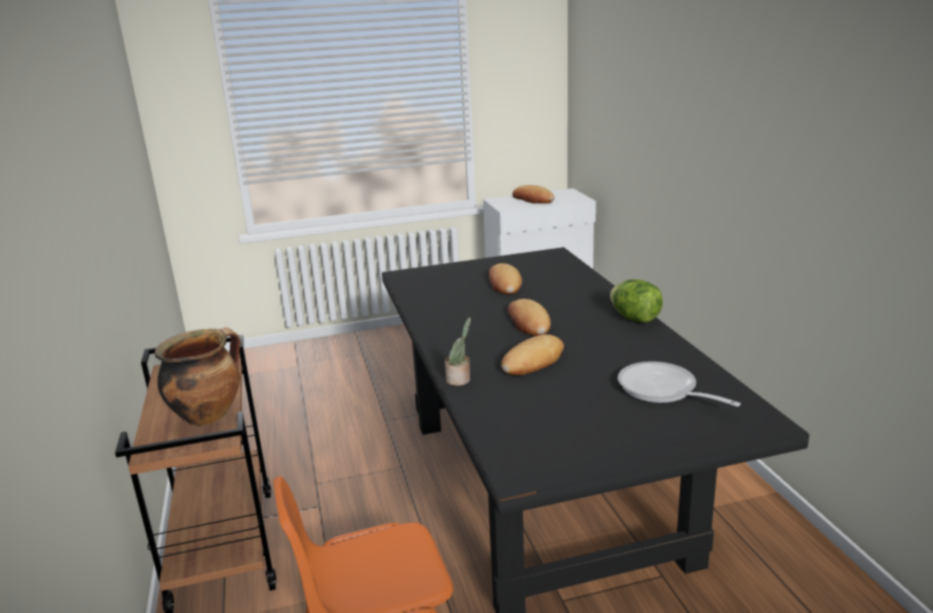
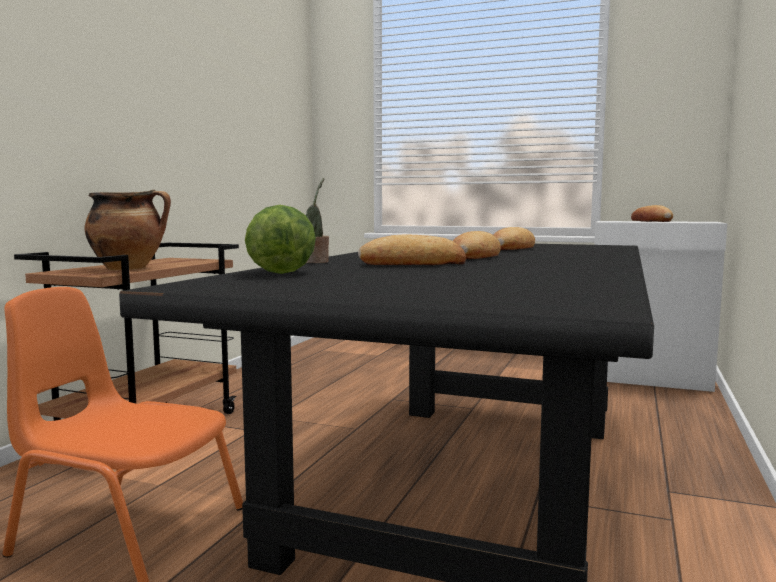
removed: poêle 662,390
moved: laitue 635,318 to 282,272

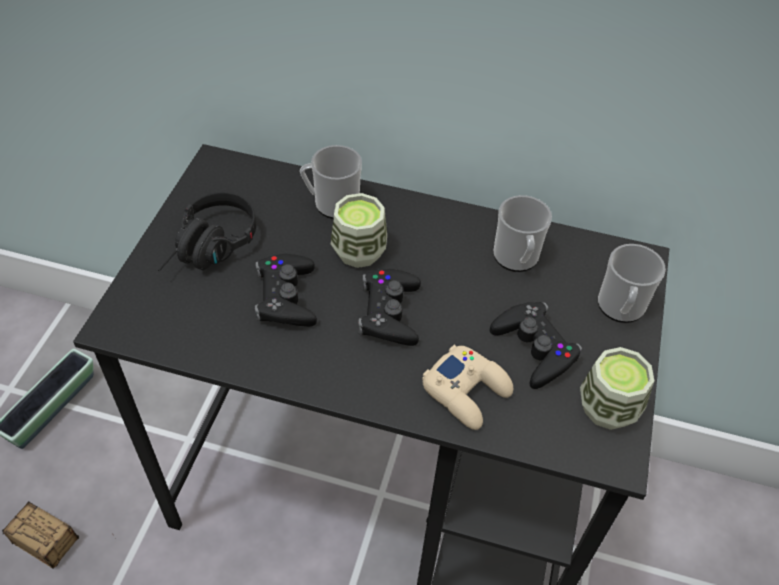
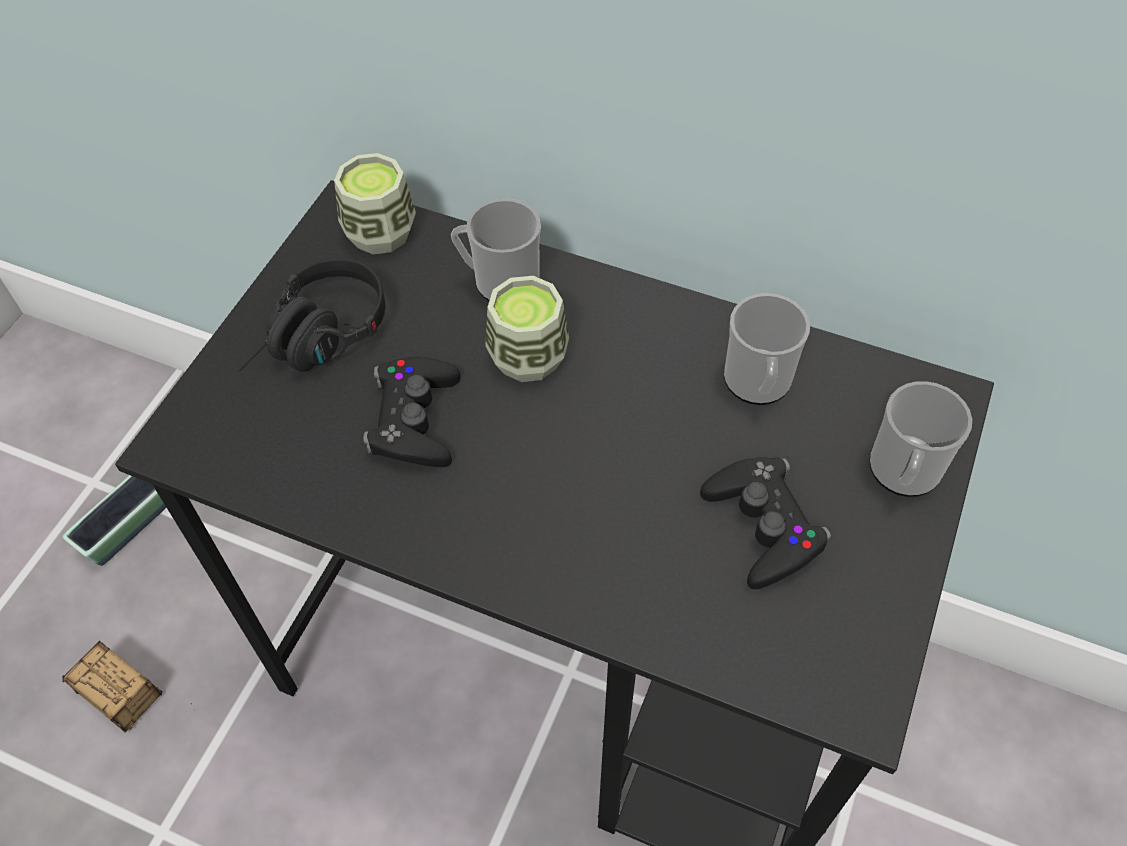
removed: manette [noir] 389,313; manette [beige] 467,391
moved: tasse 607,407 to 380,233

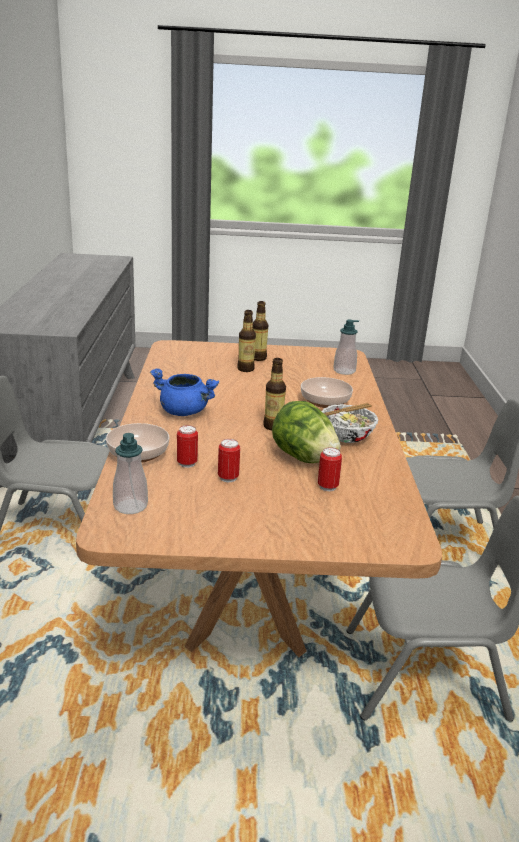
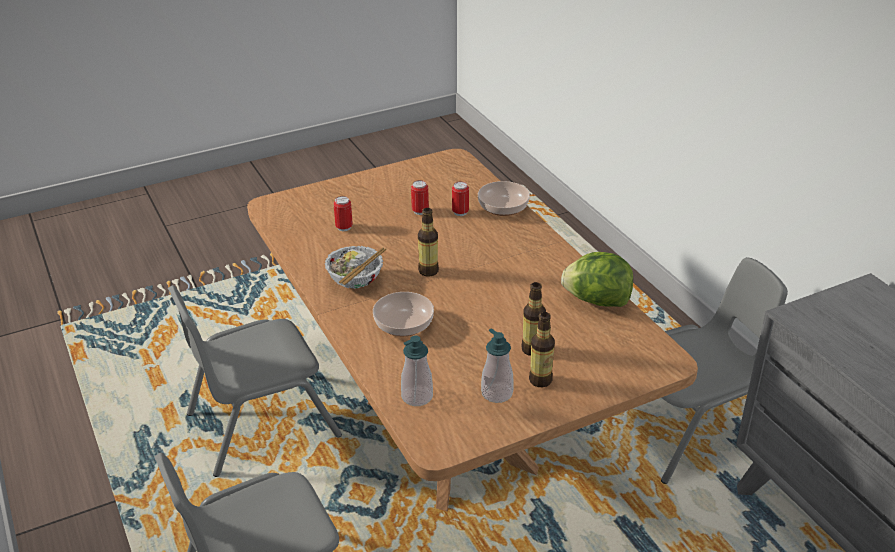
removed: marmite [bleu] 184,411
moved: laitue 303,458 to 597,301; distributeur de savon 130,506 to 497,393

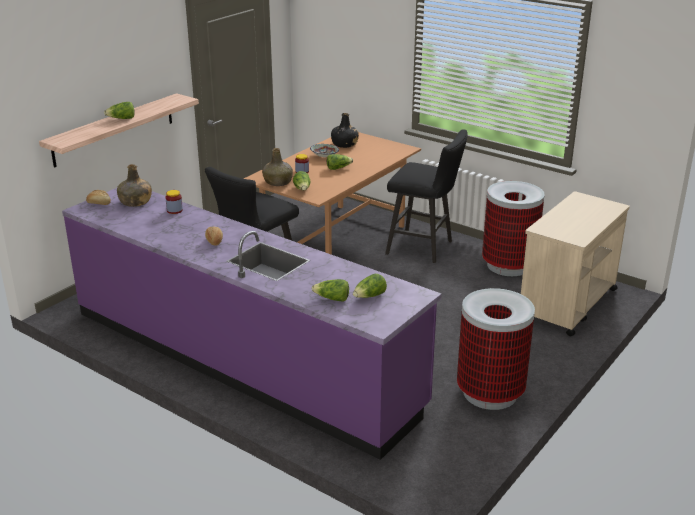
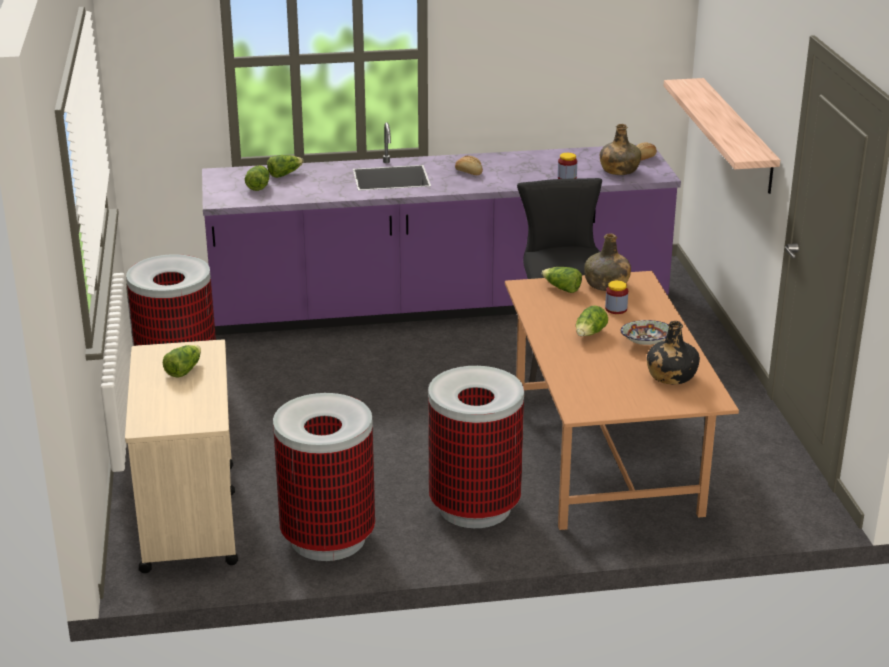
moved: laitue 122,119 to 183,370
replaced: tabouret [noir] 424,248 to poubelle 474,506

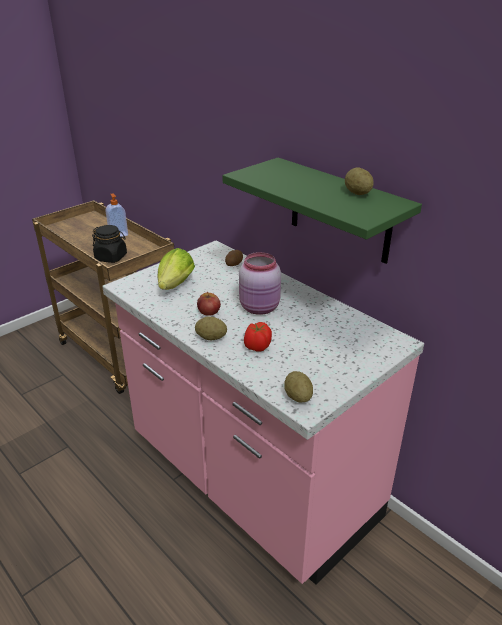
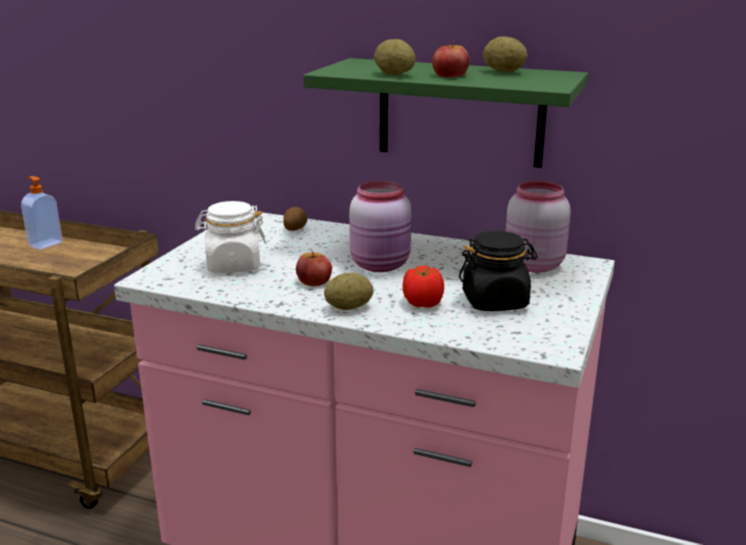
added: pomme 450,75; bocal [rose] 532,264
moved: bocal [noir] 111,257 to 495,301; pomme de terre 298,397 to 394,74
replaced: laitue 174,286 to bocal [blanc] 233,265

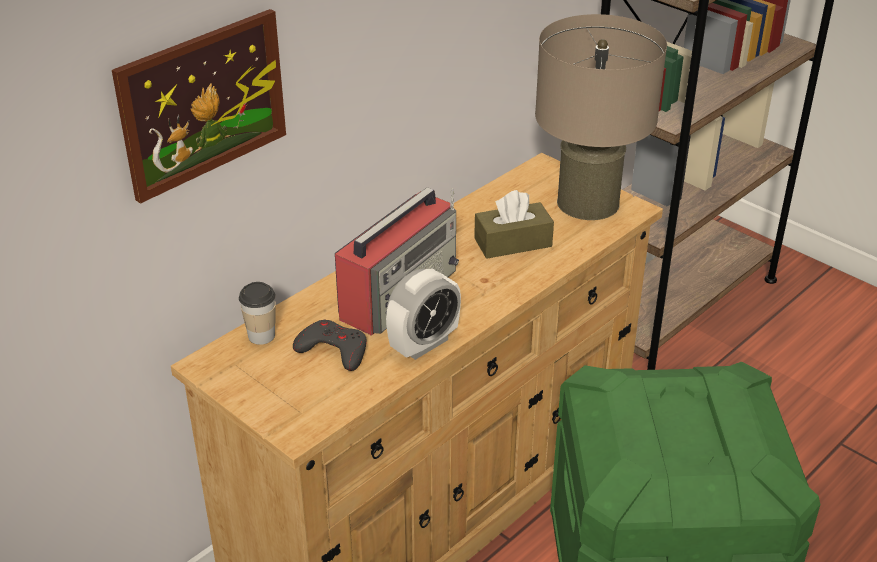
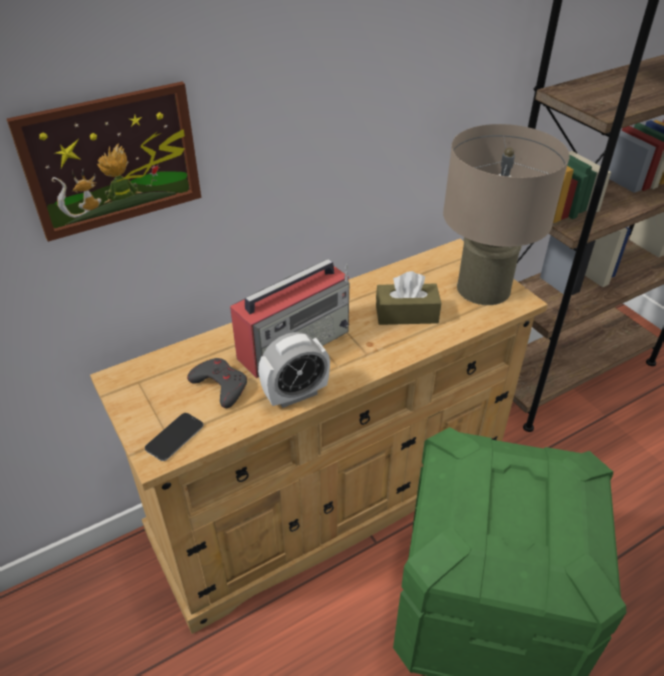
removed: tasse 261,335
added: téléphone 175,437

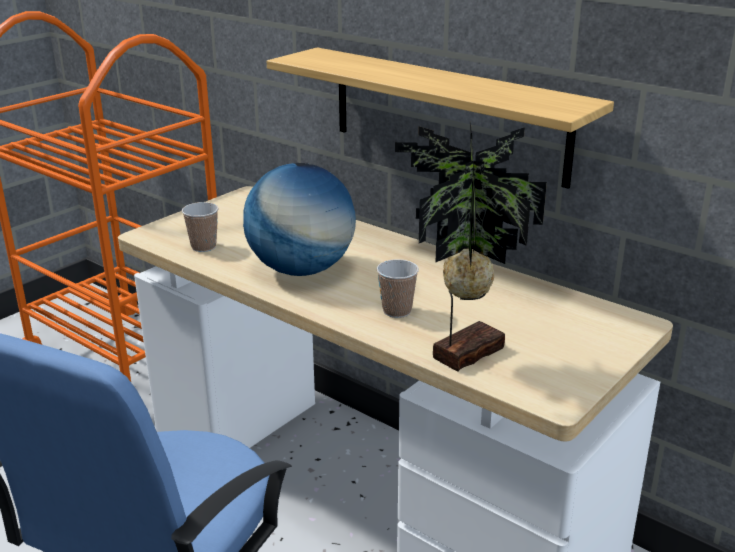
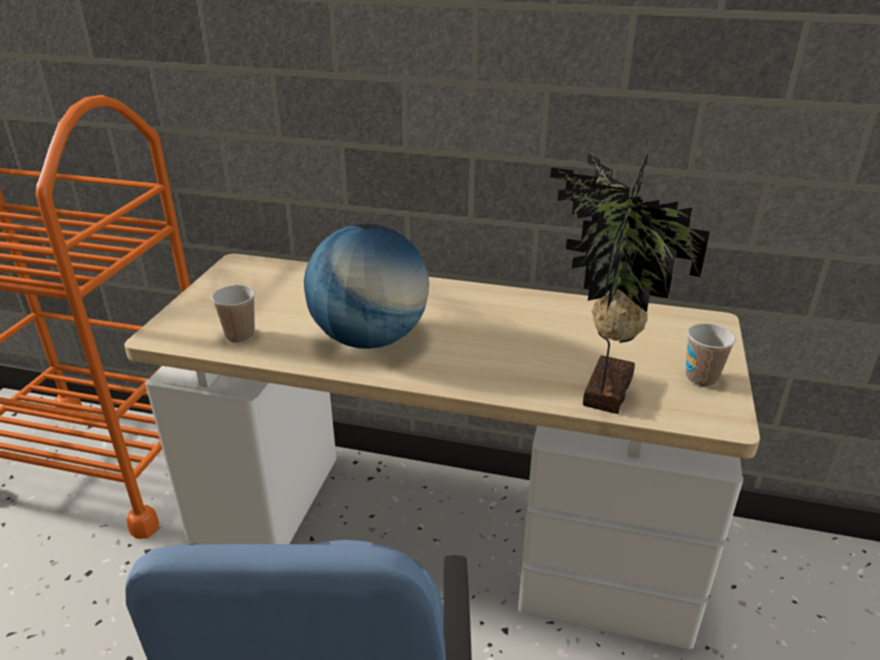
removed: étagère 447,114
moved: tasse 397,311 to 701,378

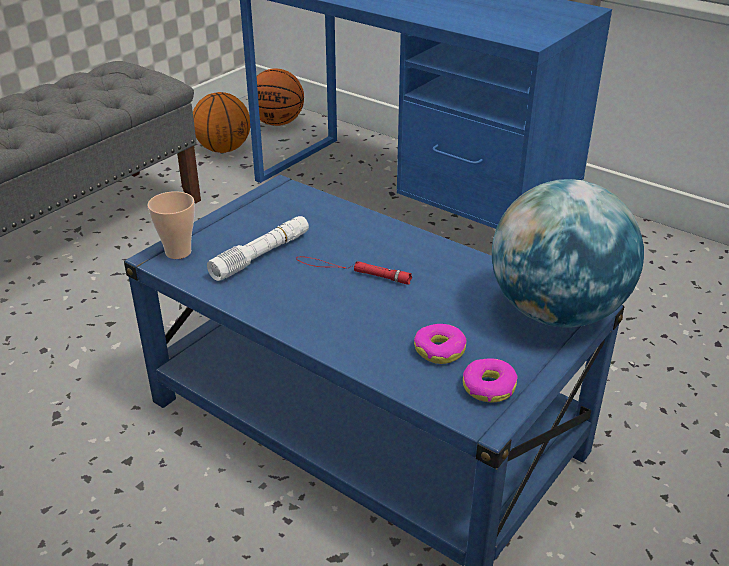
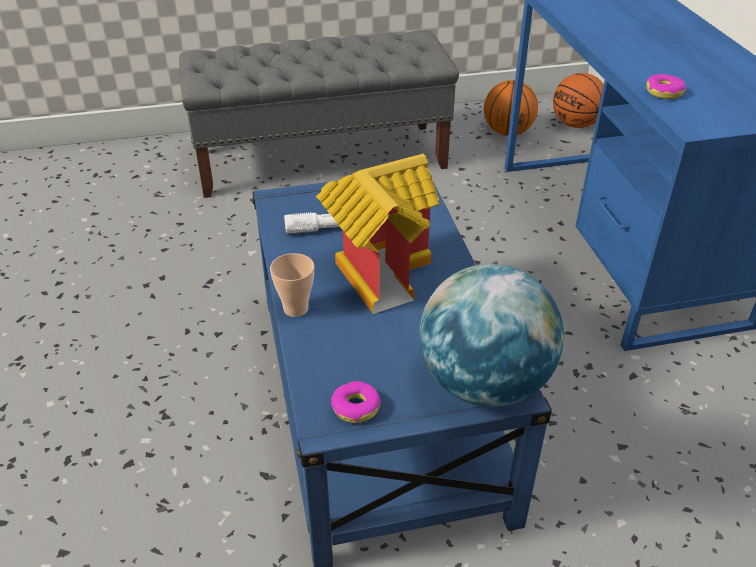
moved: tasse 178,252 to 296,309; beignet 440,350 to 664,92
replaced: lampe de poche [rouge] 352,271 to maison miniature 379,270

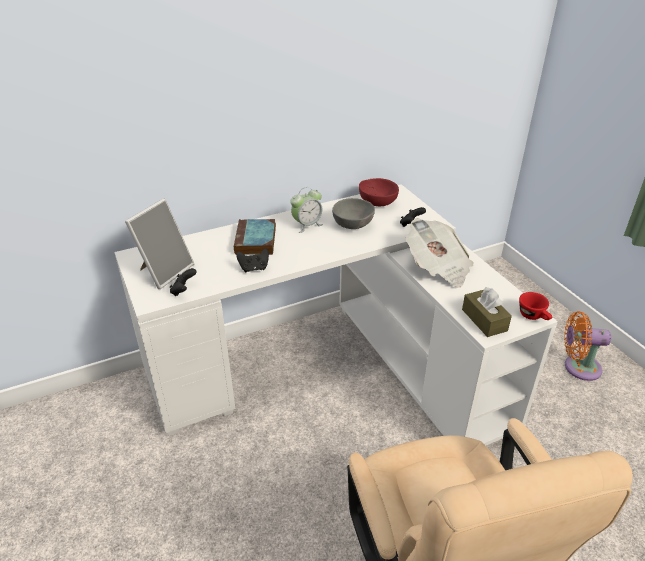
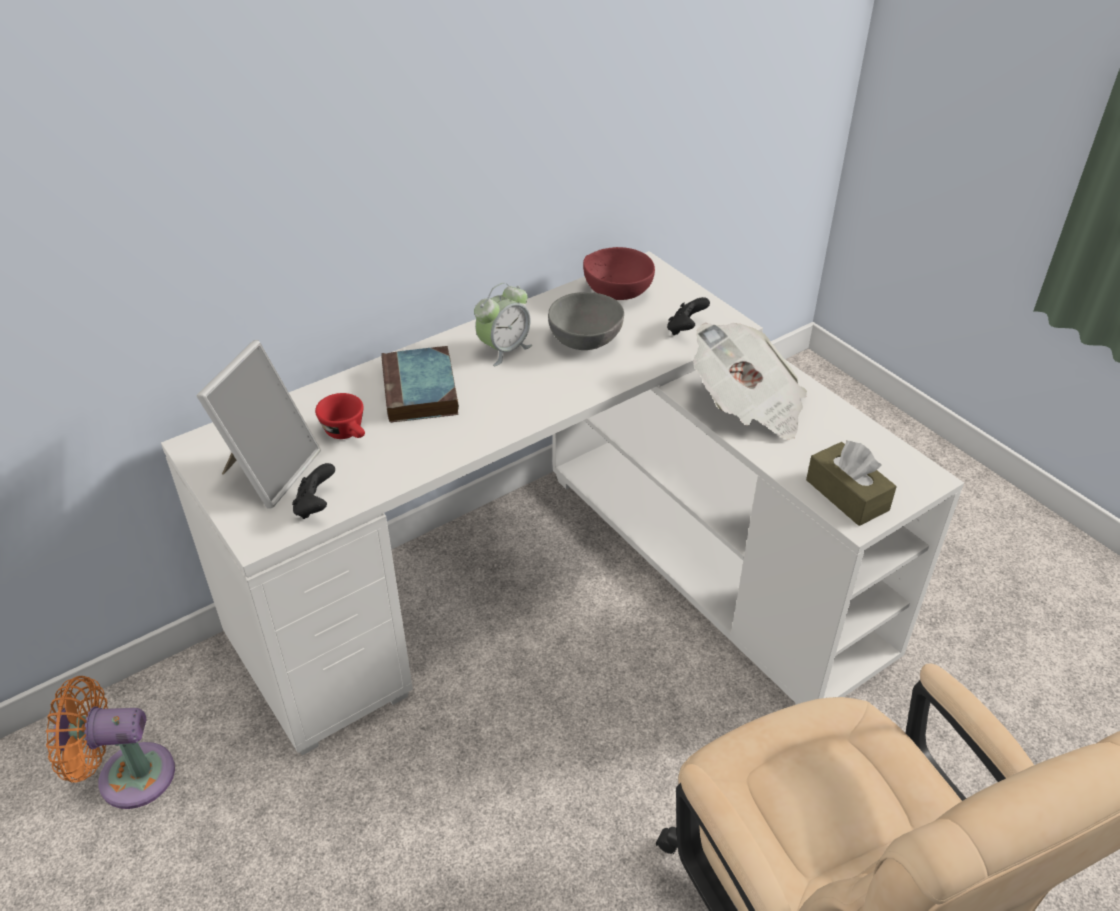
removed: manette [noir] 254,268
moved: tasse [rouge] 534,316 to 348,433; ventilateur [orange] 578,367 to 128,776

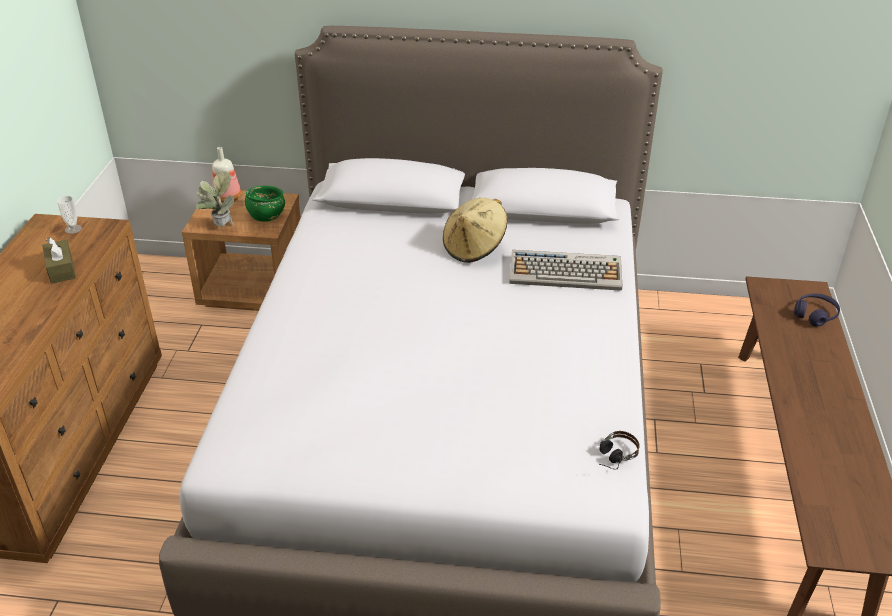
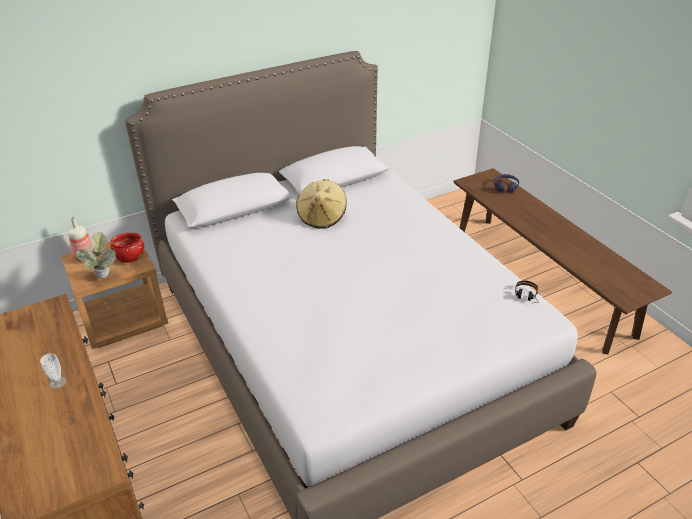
removed: boîte à mouchoirs [marron] 61,269; clavier 566,272
moved: tasse 73,229 to 57,382
recoloured: bol [vert] 266,216 to bol [rouge] 130,257

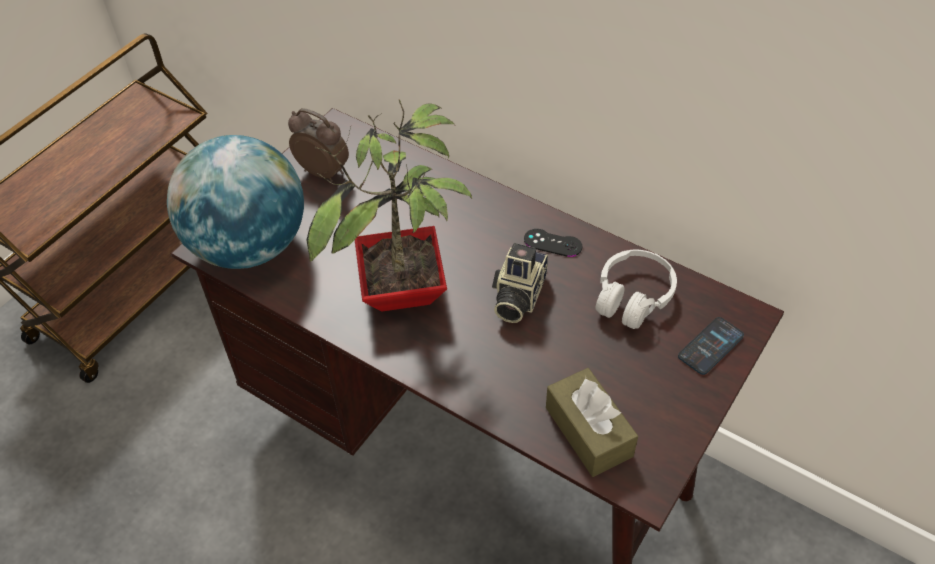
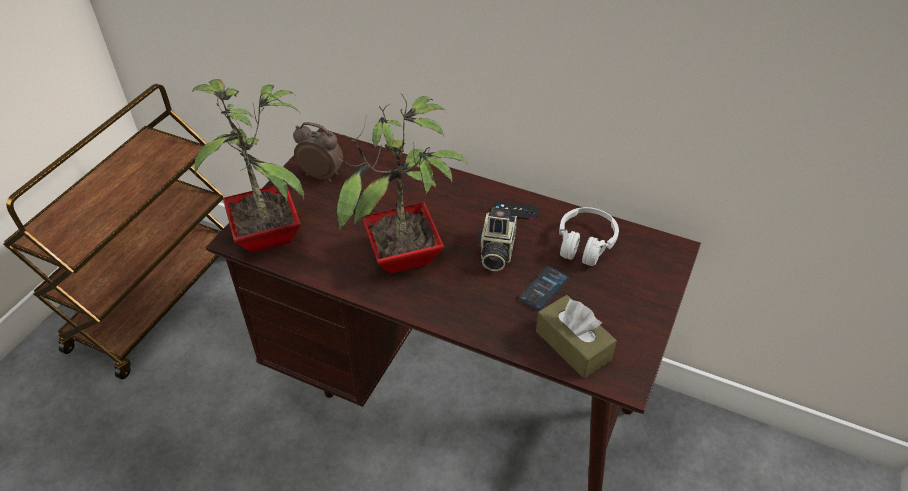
moved: téléphone 710,346 to 544,288
replaced: globe 249,245 to plante en pot 271,235

